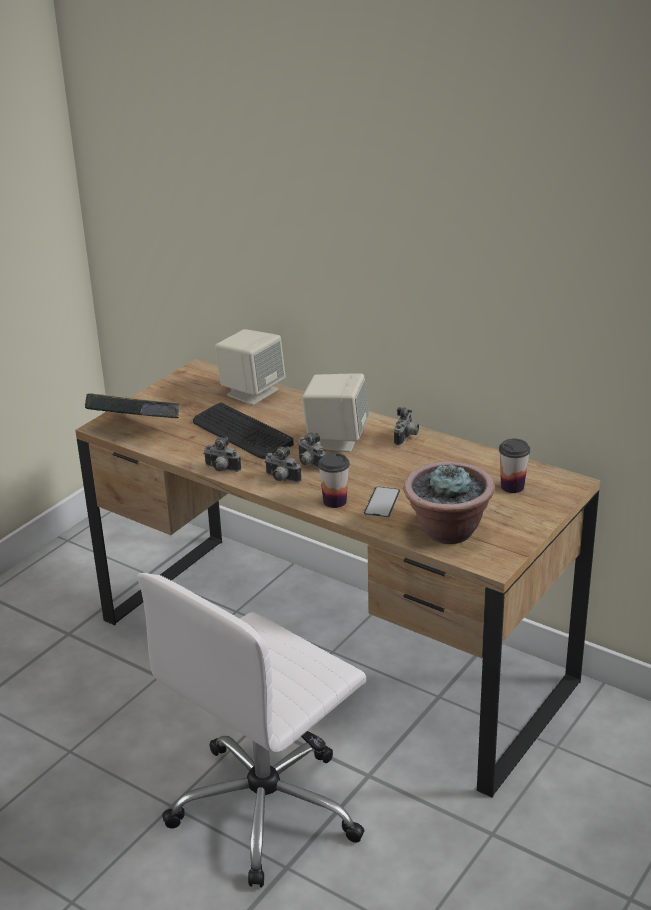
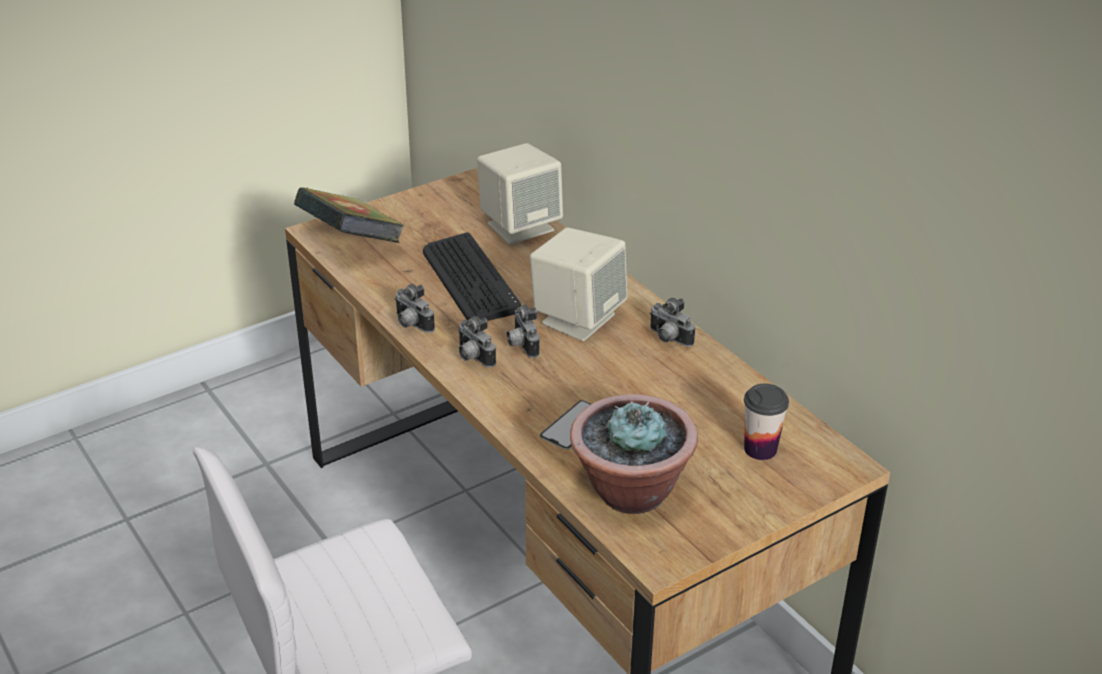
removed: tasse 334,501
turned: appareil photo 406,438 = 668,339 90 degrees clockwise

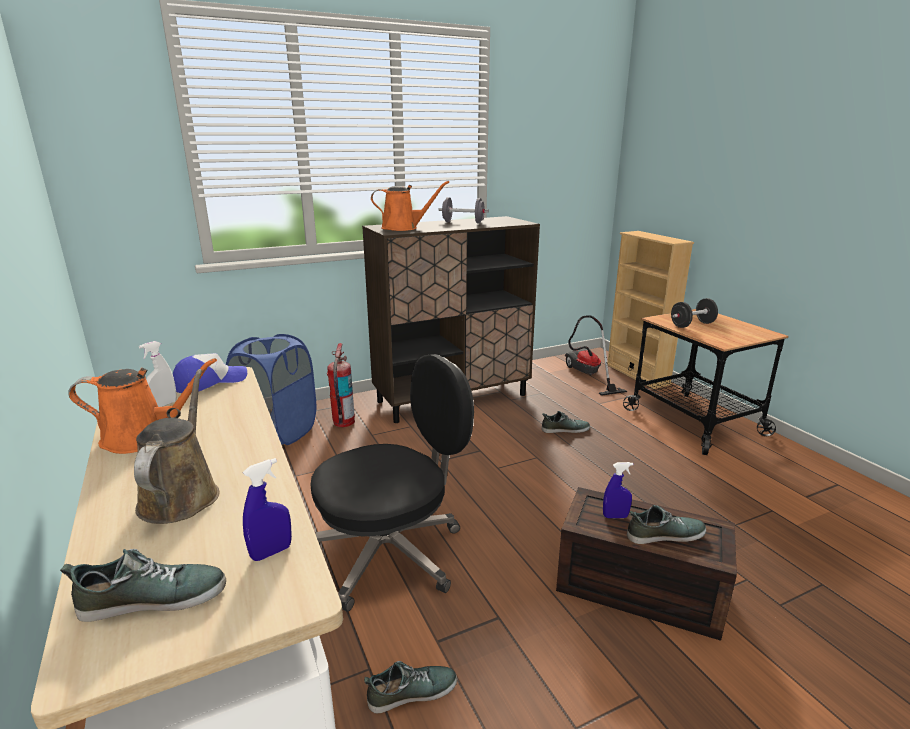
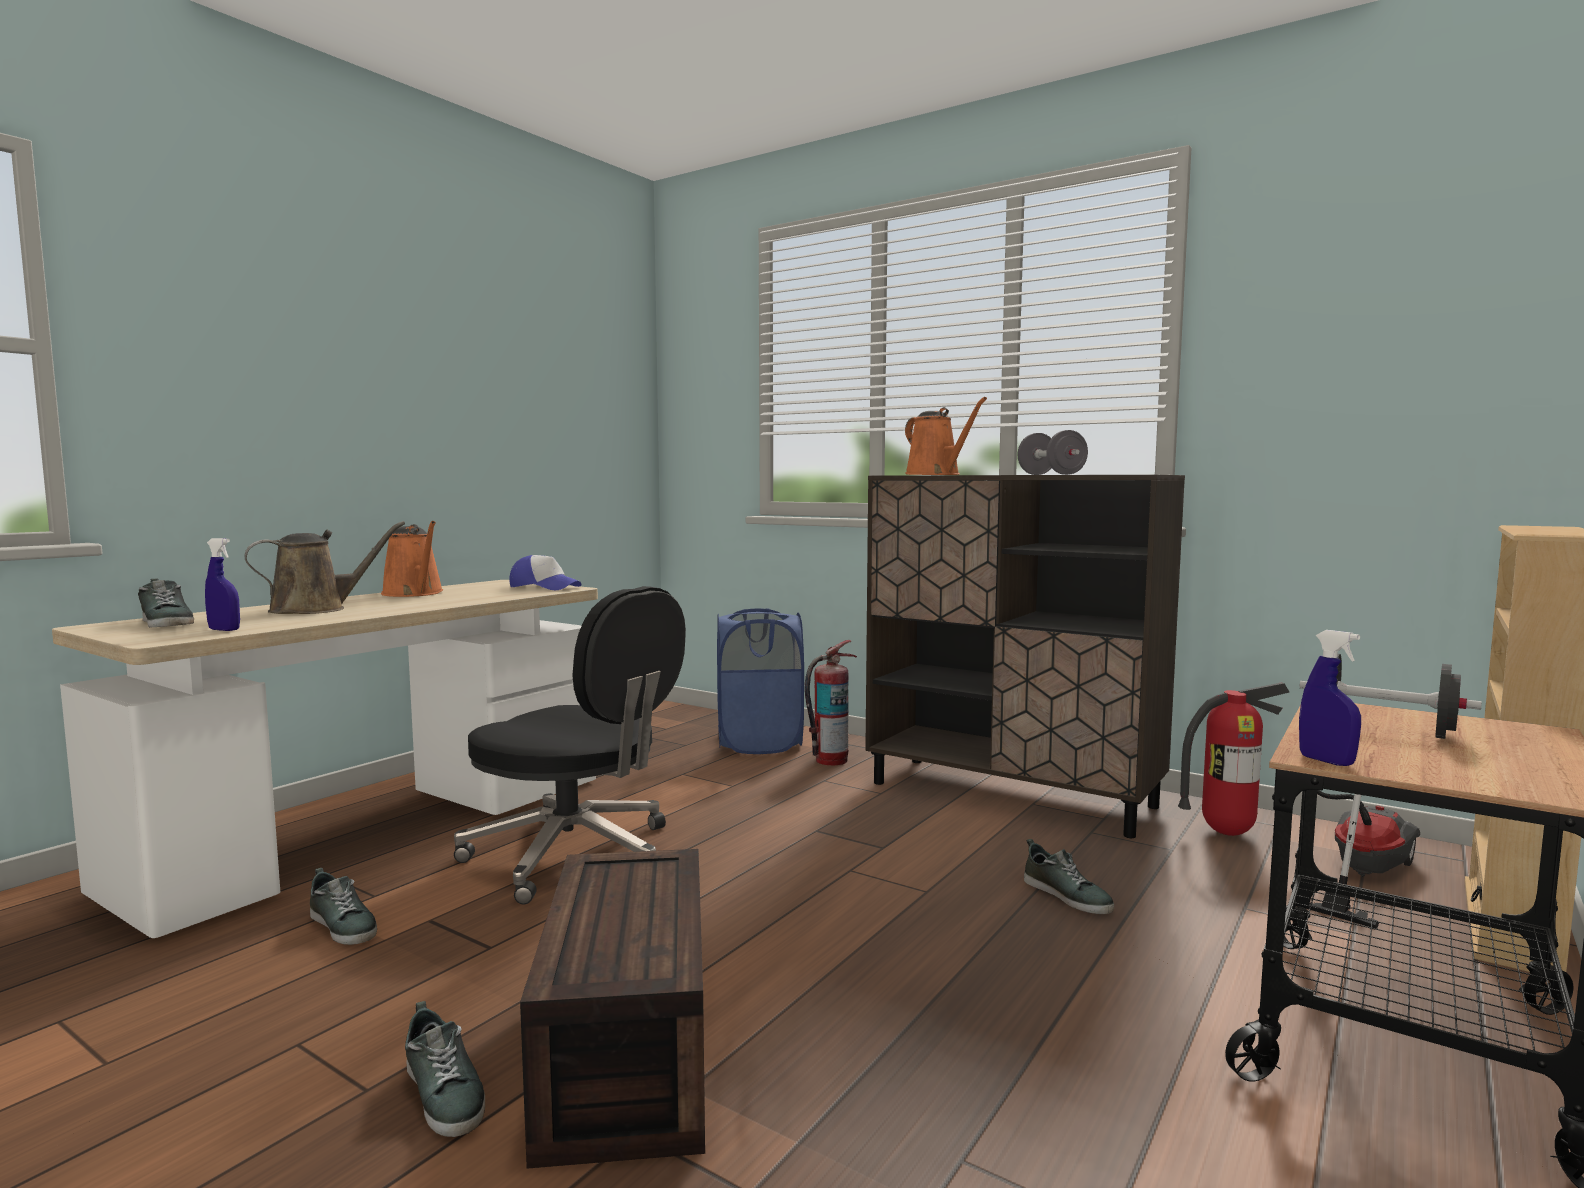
removed: vaporisateur [blanc] 164,405
added: extincteur 1227,833
moved: vaporisateur [bleu] 615,516 to 1326,761; chaussure 664,534 to 445,1093

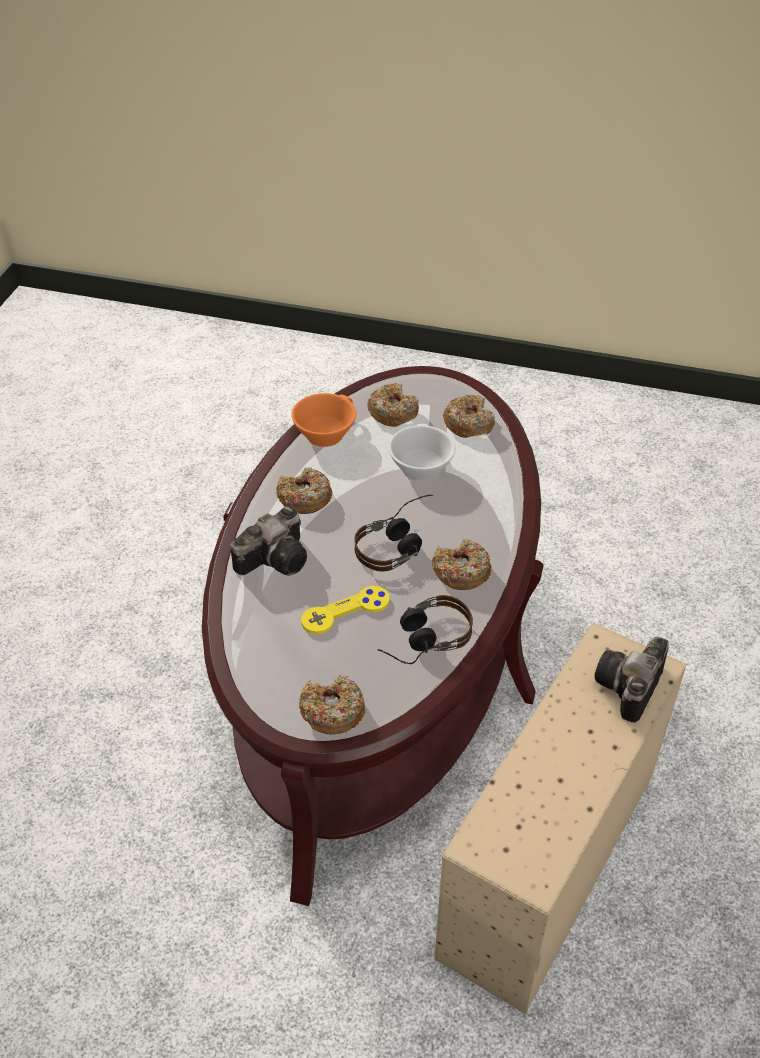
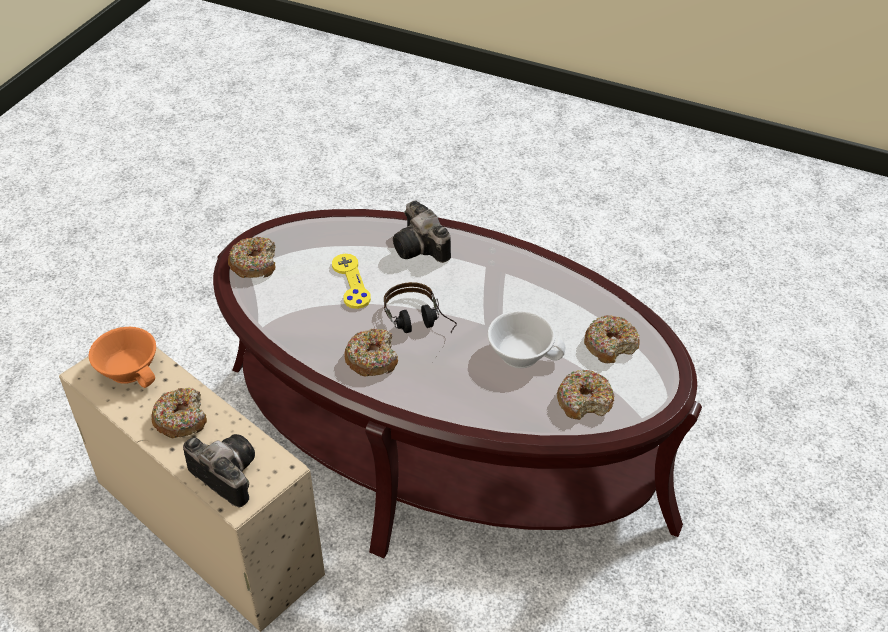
removed: casque audio 421,641
moved: tasse [orange] 324,432 to 131,369; beignet 304,498 to 181,419

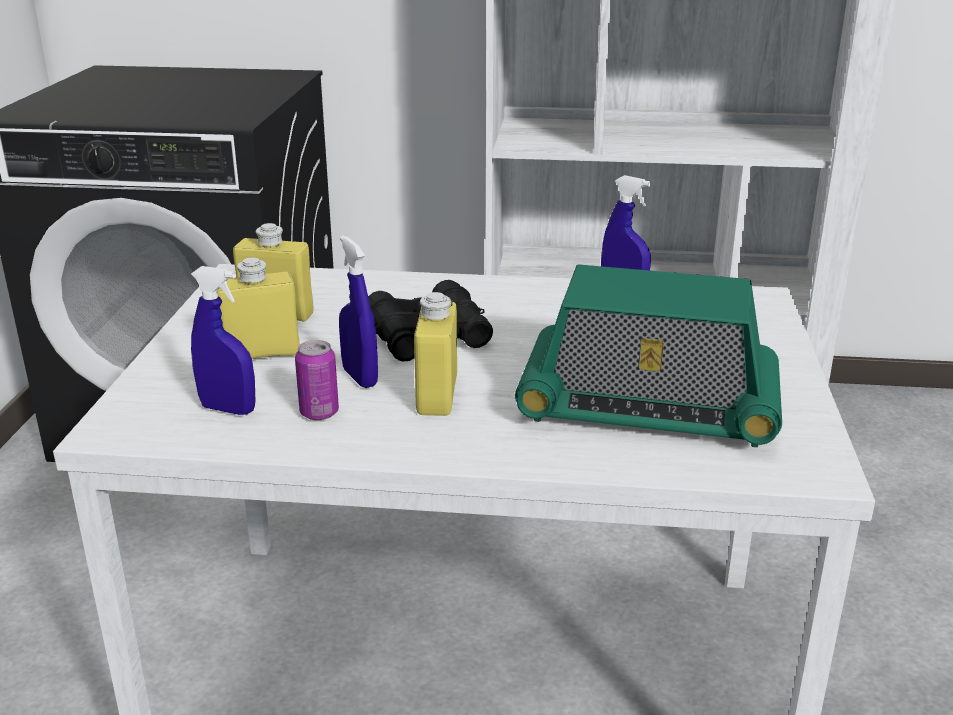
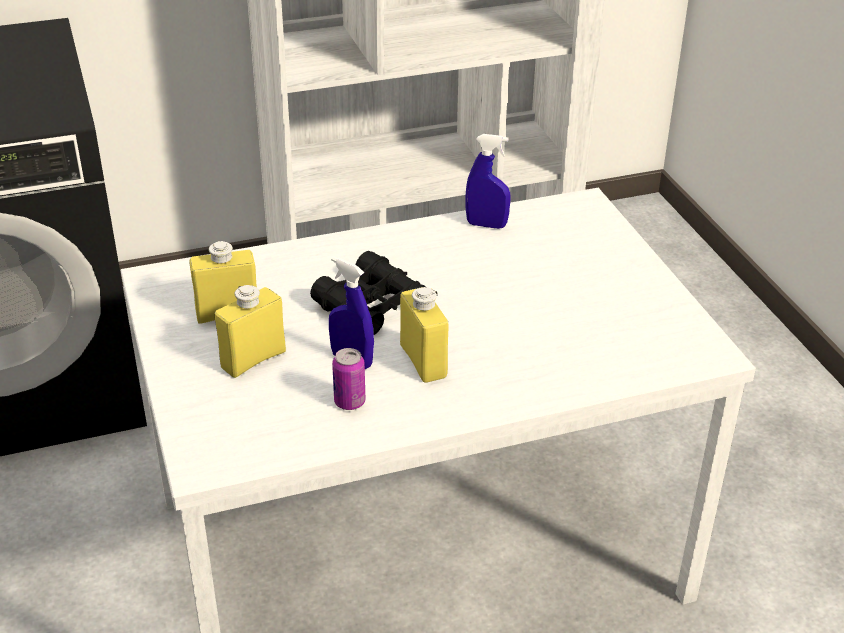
removed: radio 647,408; vaporisateur [bleu] 228,409

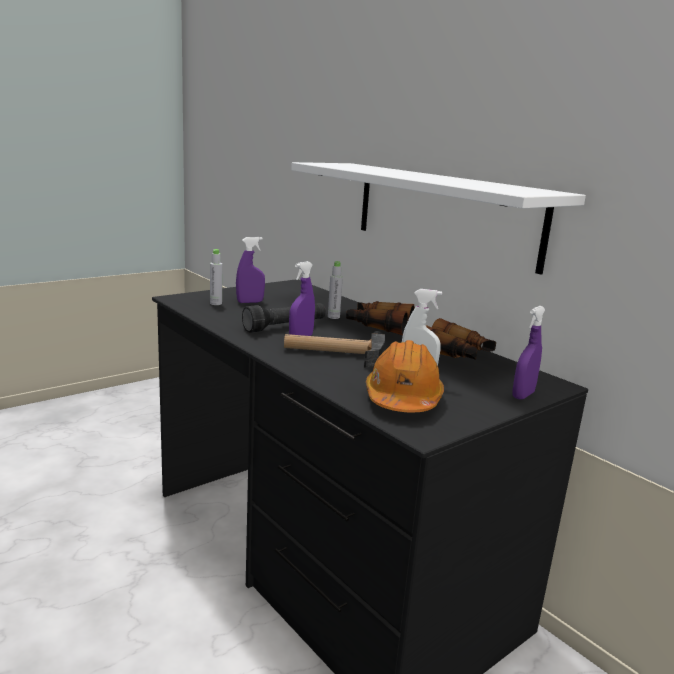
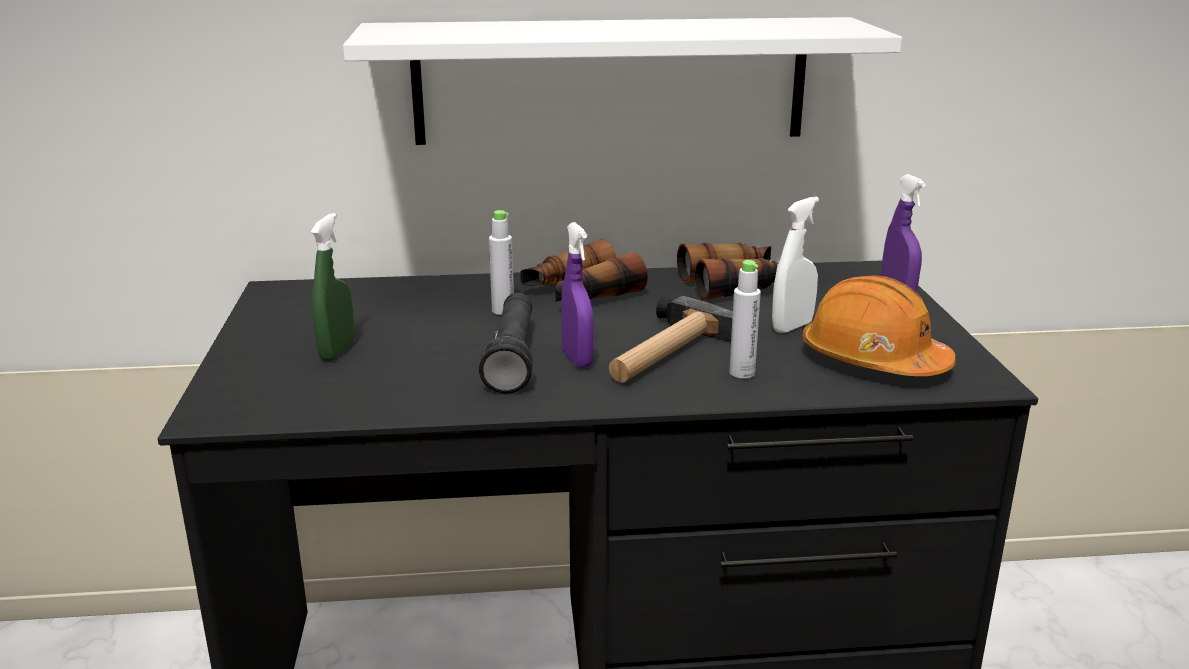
moved: bouteille [gris] 216,303 to 742,373
recoloured: vaporisateur [violet] 250,302 to vaporisateur [vert] 337,352

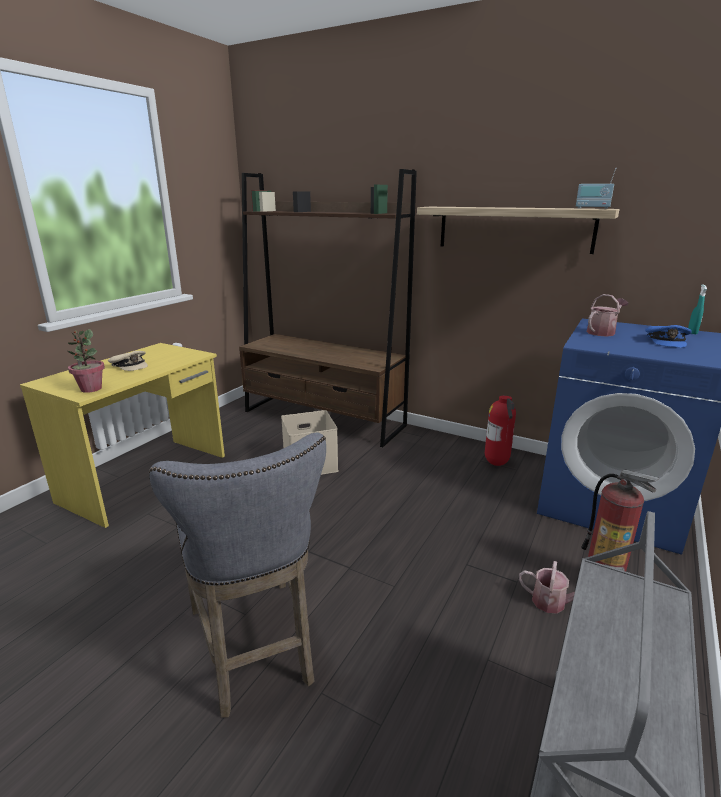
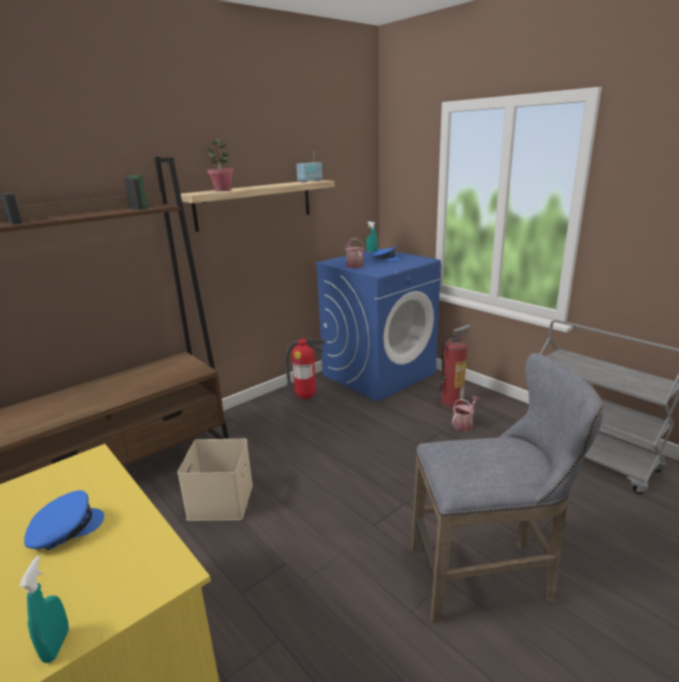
added: vaporisateur [turquoise] 56,645
moved: plante en pot 91,389 to 222,190
recoloured: casquette [beige] 130,365 to casquette [bleu] 64,530

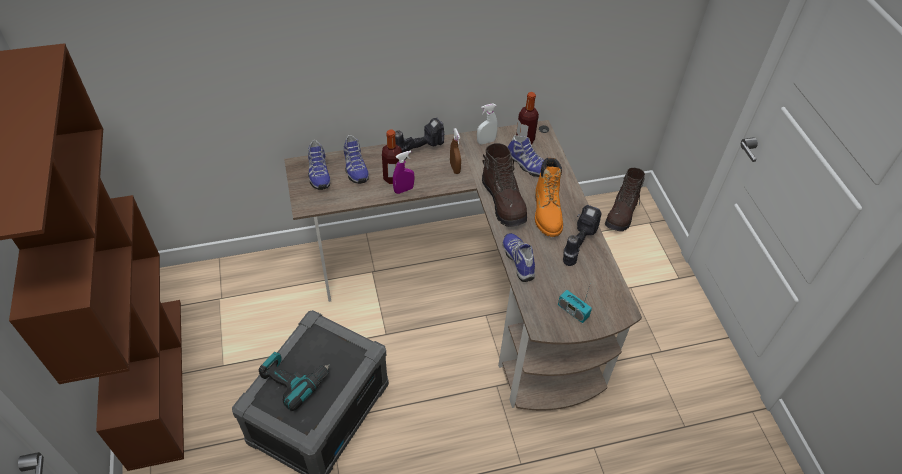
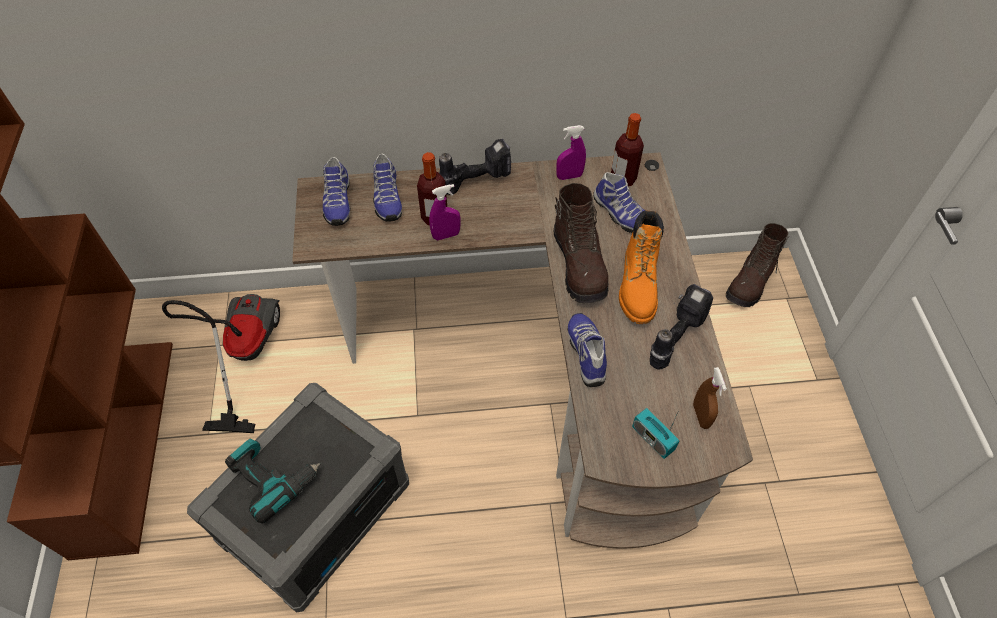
added: aspirateur 243,355
moved: vaporisateur [marron] 455,168 to 701,415
recoloured: vaporisateur [blanc] 486,141 to vaporisateur [violet] 569,176

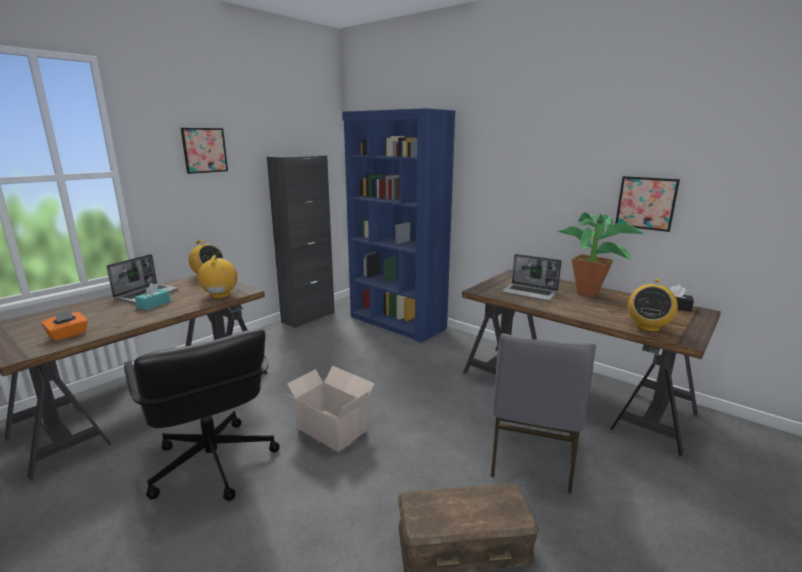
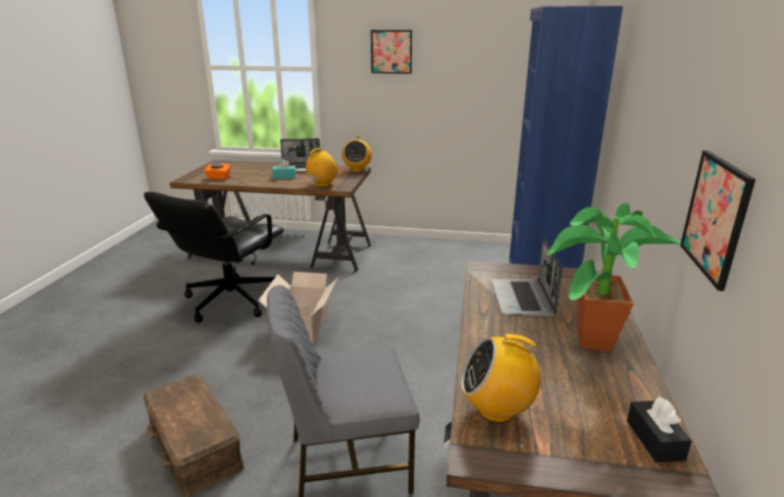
removed: meuble de rangement [noir] 308,317

